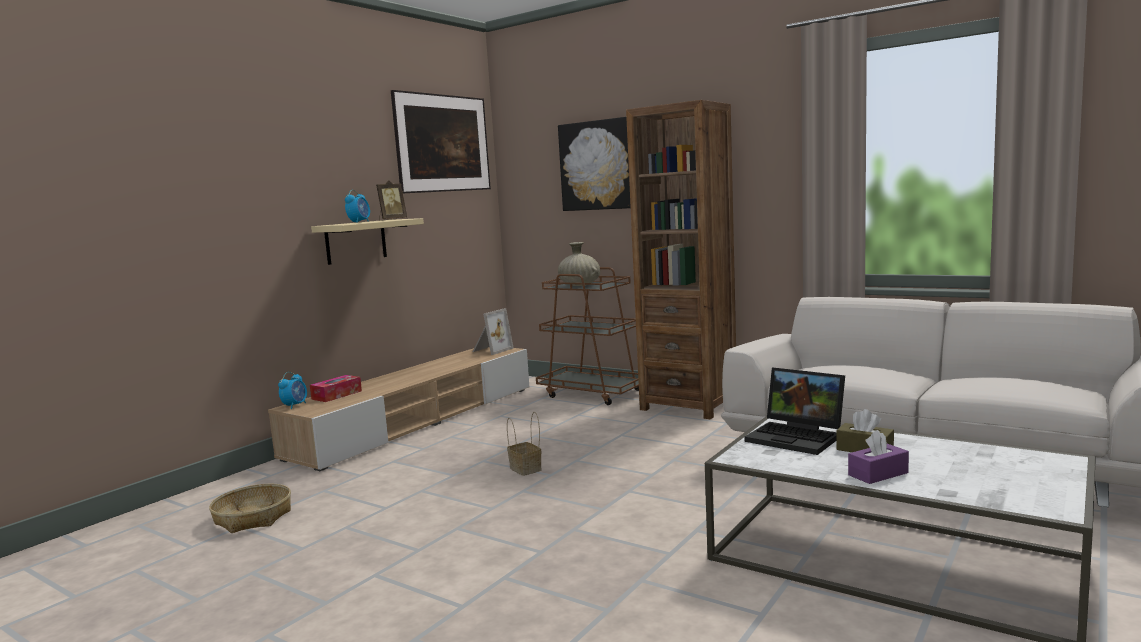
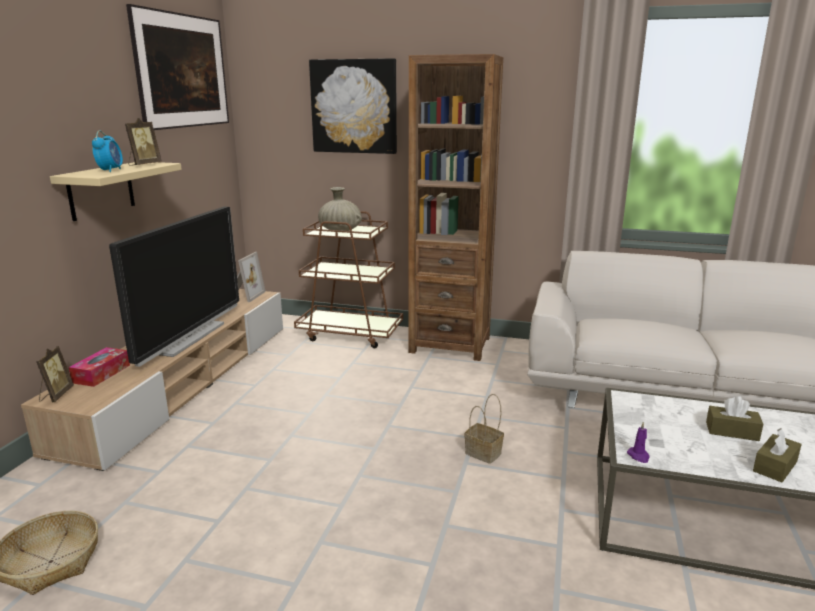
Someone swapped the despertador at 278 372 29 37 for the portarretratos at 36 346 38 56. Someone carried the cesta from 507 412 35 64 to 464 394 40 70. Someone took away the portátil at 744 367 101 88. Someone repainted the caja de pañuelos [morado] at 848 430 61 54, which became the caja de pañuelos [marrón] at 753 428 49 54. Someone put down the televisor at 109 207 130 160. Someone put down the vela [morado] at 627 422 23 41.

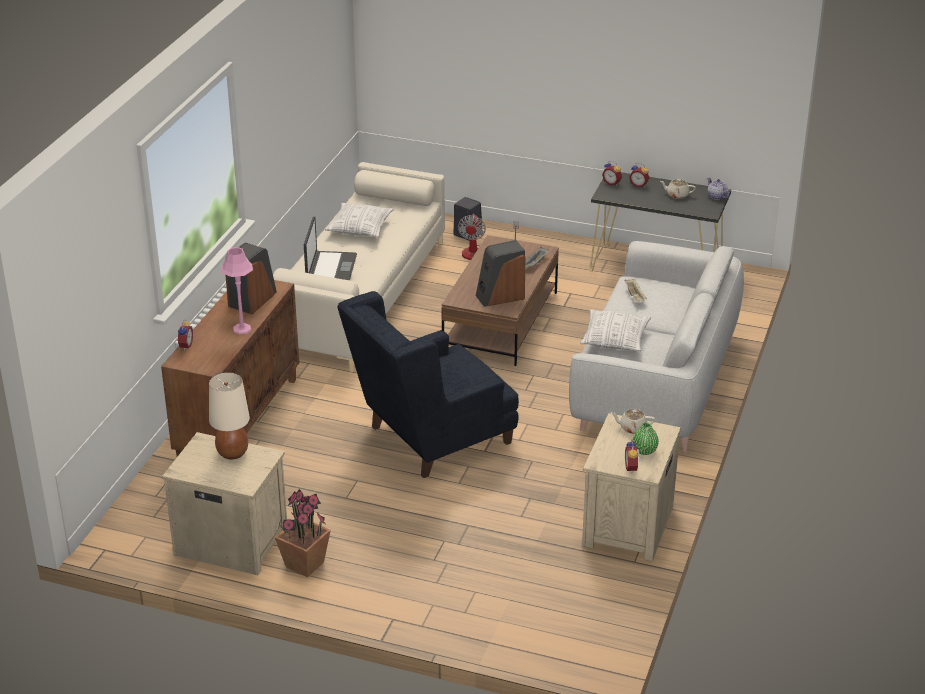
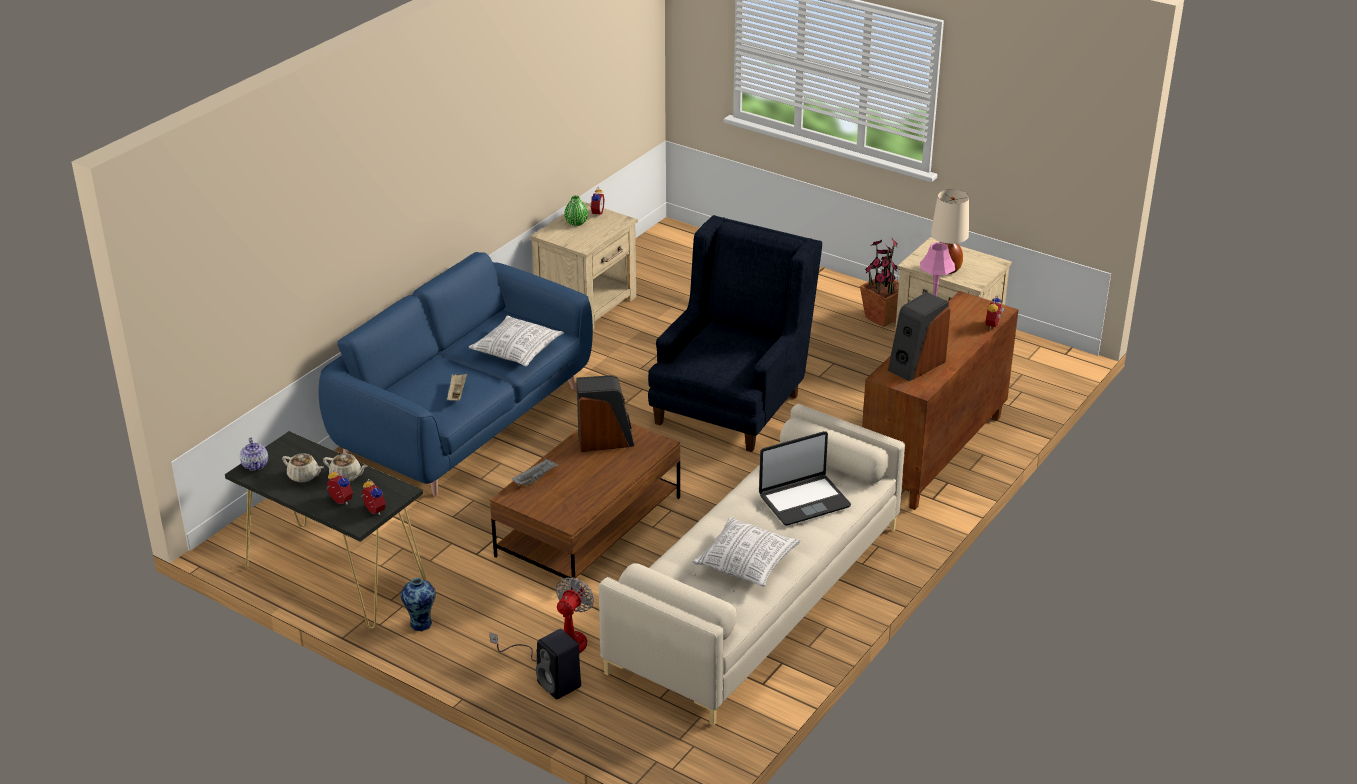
Someone rotated the portátil at 304 217 53 63 by 135 degrees counterclockwise. Someone rotated the sillón [azul] at 338 291 181 187 by 45 degrees counterclockwise. Someone repainted the sofá [gris] at 569 241 175 211, which became the sofá [azul] at 319 252 274 244. Someone carried the tetera [beis] from 611 408 44 26 to 323 454 45 28. Someone put down the florero at 401 578 35 53.

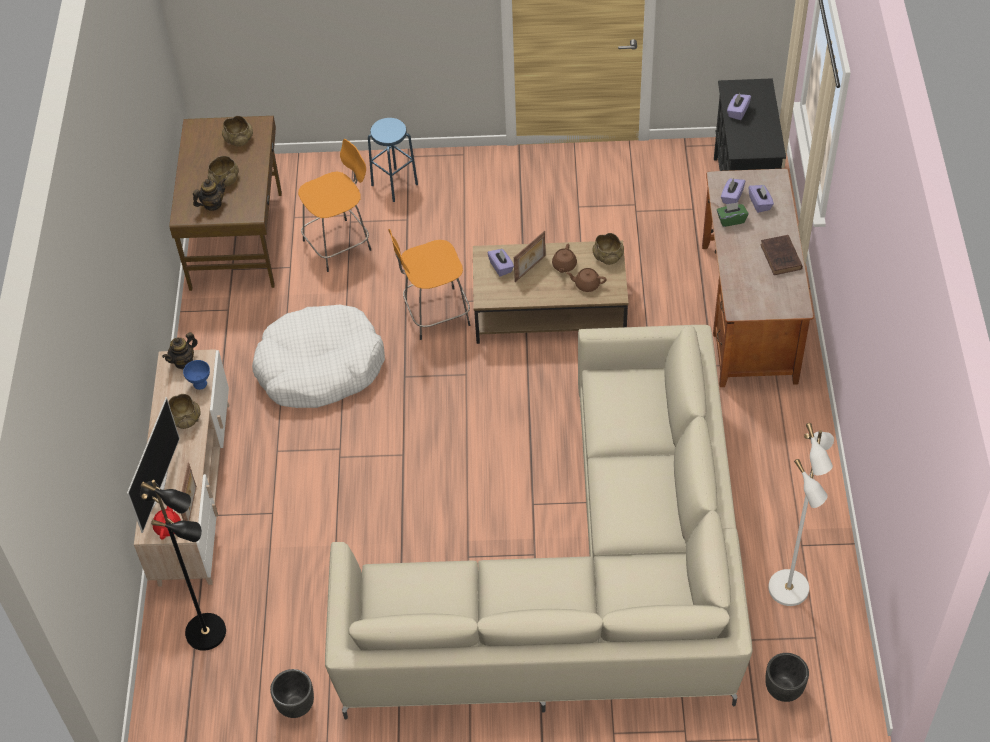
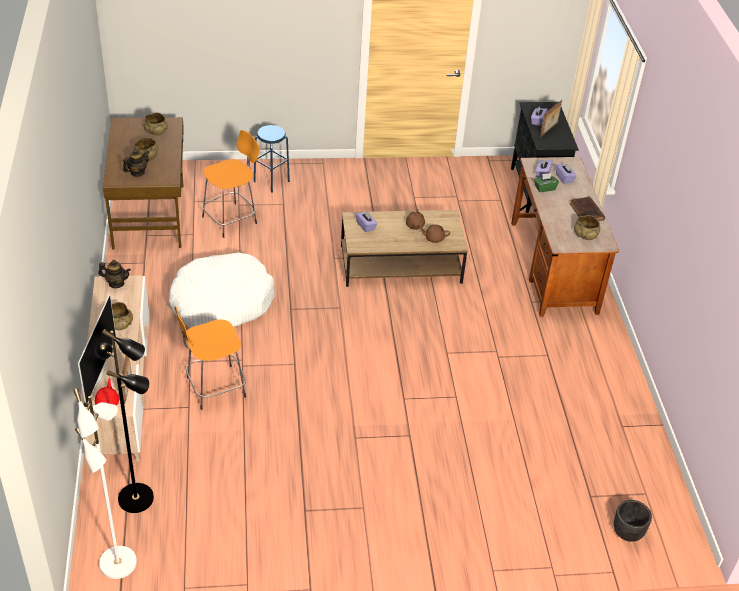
Someone rotated the tetera at 162 332 36 37 by 120 degrees counterclockwise. Someone took away the cuenco [azul] at 183 360 27 30. Someone took away the maceta [negro] at 270 669 44 49. Someone took away the sofá [beis] at 325 325 428 394. Someone carried the taburete [naranja] from 388 229 82 111 to 174 306 72 104. Someone carried the portarretratos from 514 231 32 51 to 540 100 22 37. Someone carried the cuenco [beis] from 592 233 32 32 to 574 215 26 25. Someone carried the lámpara de pie [blanco] from 768 423 66 183 to 73 388 64 191.

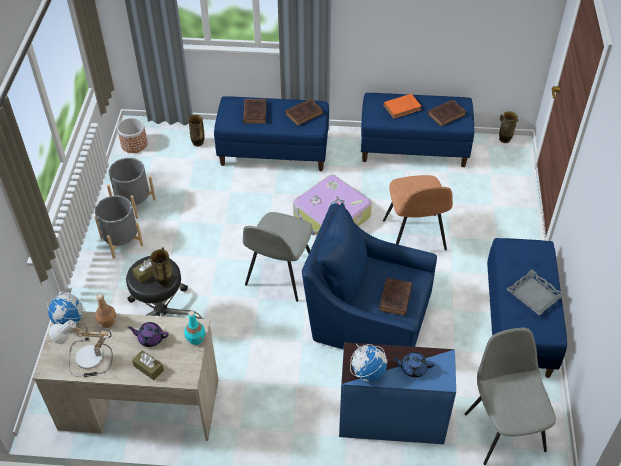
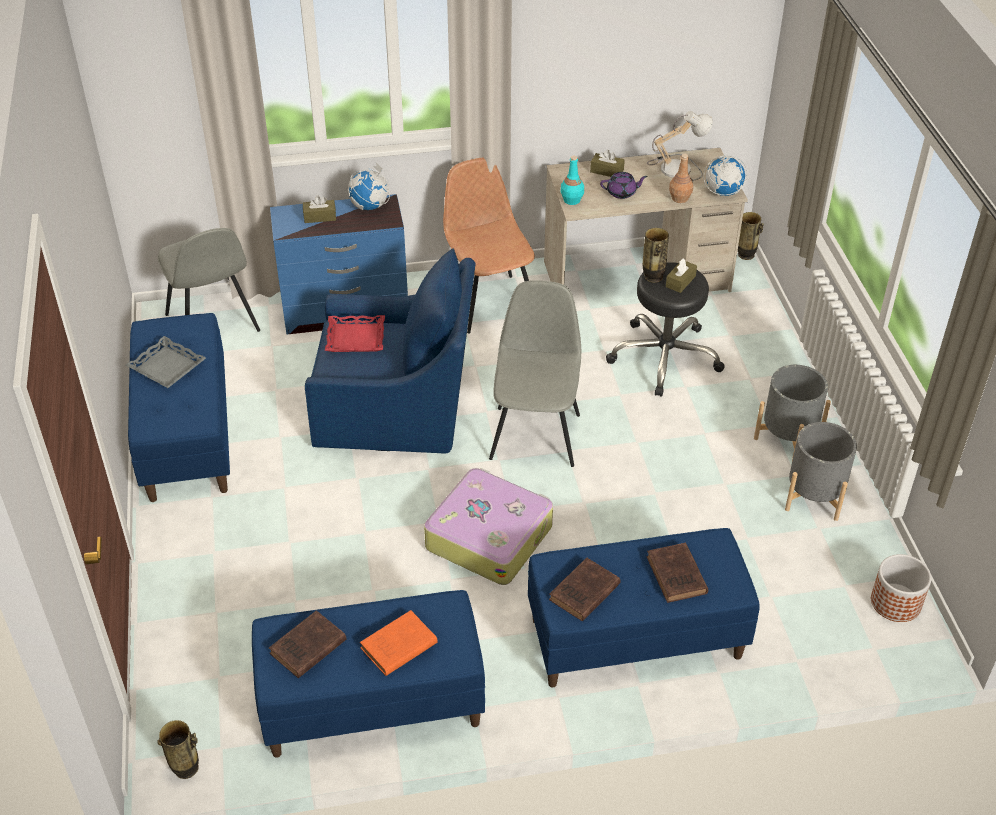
Someone carried the florero from 188 115 16 32 to 738 212 26 48. Someone swapped the libro [marrón] at 379 278 33 38 for the bandeja [rojo] at 325 315 60 37. Someone carried the silla [marrón] from 383 175 70 76 to 443 158 92 176. Someone swapped the tetera [azul] at 393 352 42 26 for the caja de pañuelos [marrón] at 303 195 33 28.

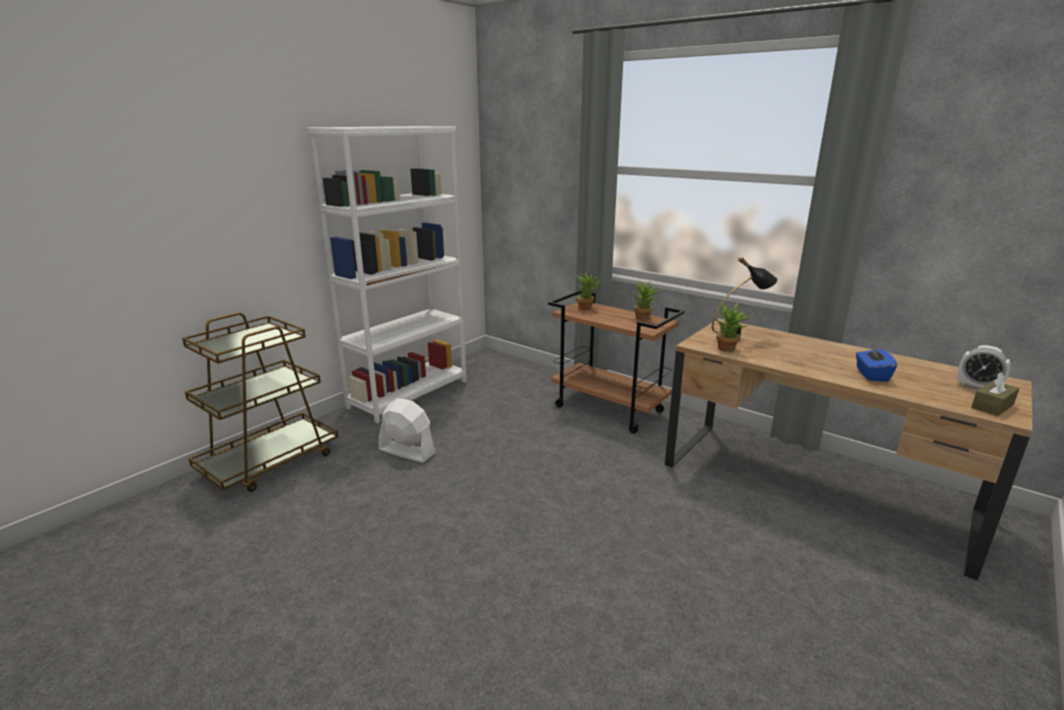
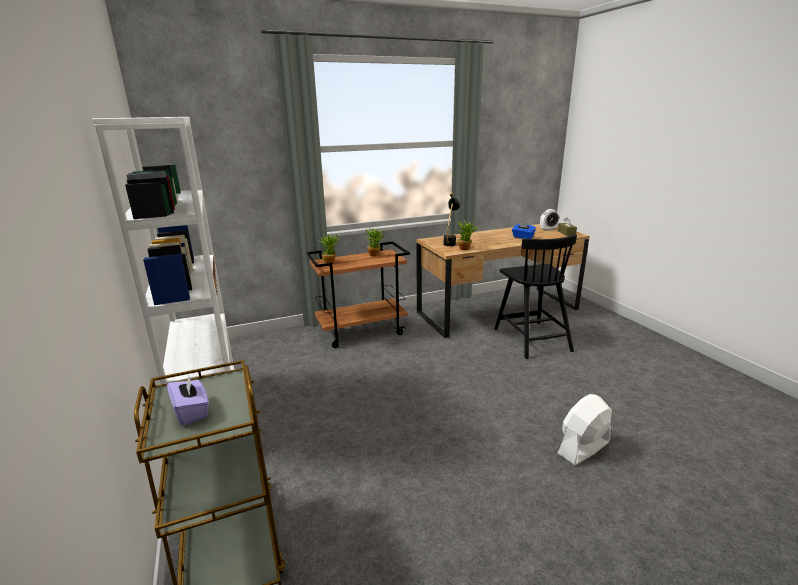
Someone carried the ventilador [blanco] from 378 398 58 64 to 558 394 54 71. Someone put down the caja de pañuelos [morado] at 167 376 42 49. Someone put down the silla [negro] at 494 234 83 125.

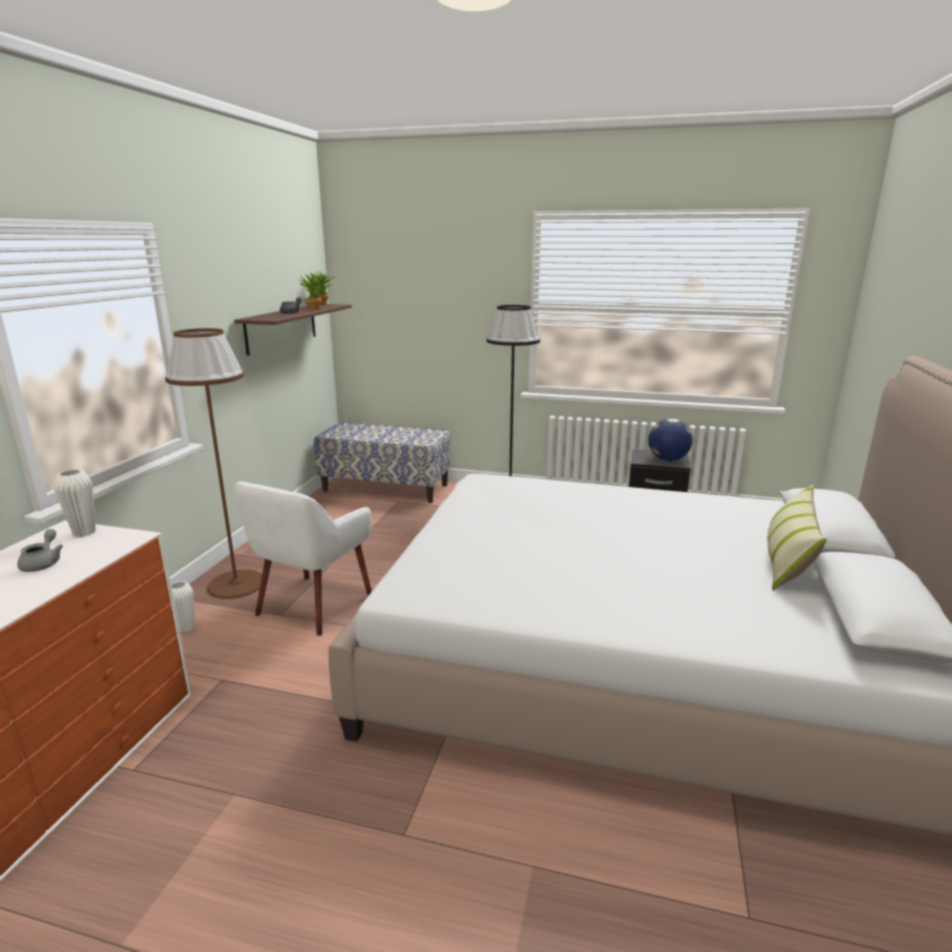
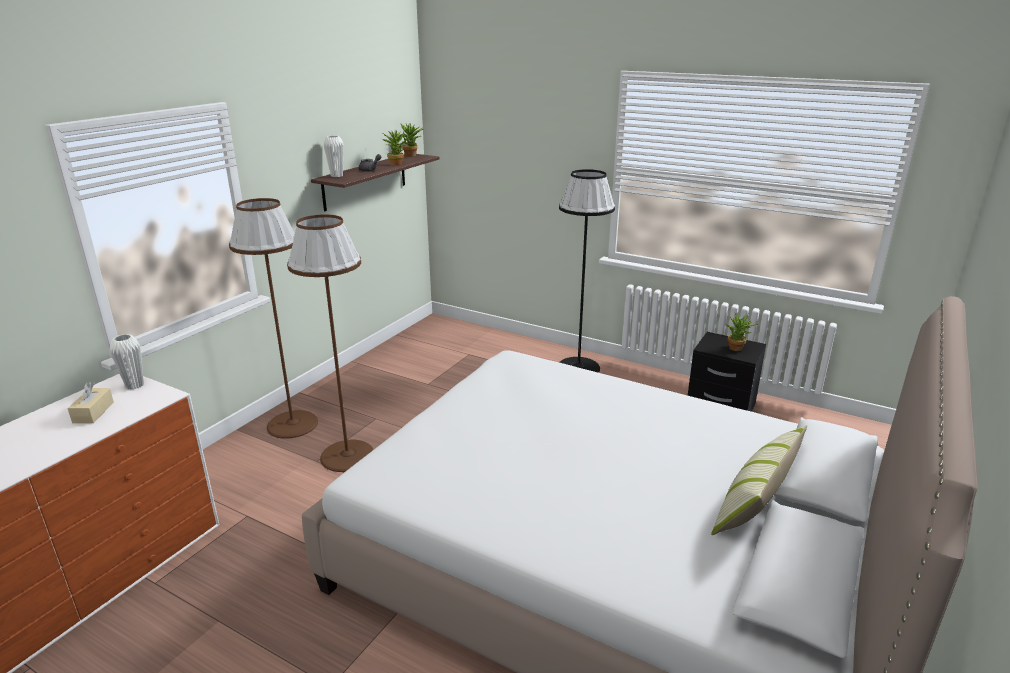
Someone swapped the tetera [gris] at 17 529 46 43 for the caja de pañuelos [beis] at 67 382 47 41. Someone carried the florero [blanco] from 171 581 24 52 to 324 136 20 41. Someone swapped the sillón [blanco] at 235 481 137 155 for the lámpara de pie [marrón] at 287 214 87 258. Someone took away the banco at 314 422 137 81. Someone swapped the globo terráqueo at 648 419 45 42 for the planta en maceta at 726 311 32 40.

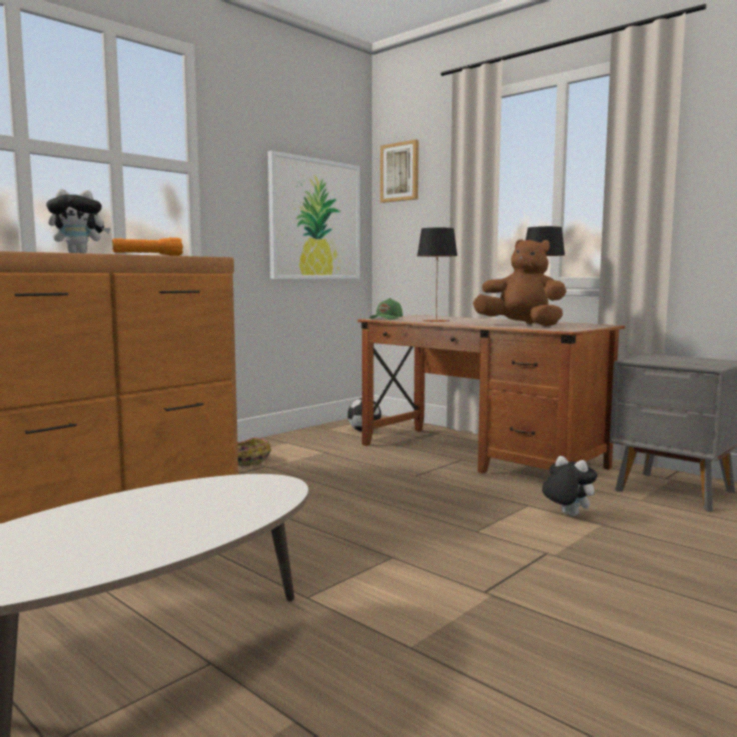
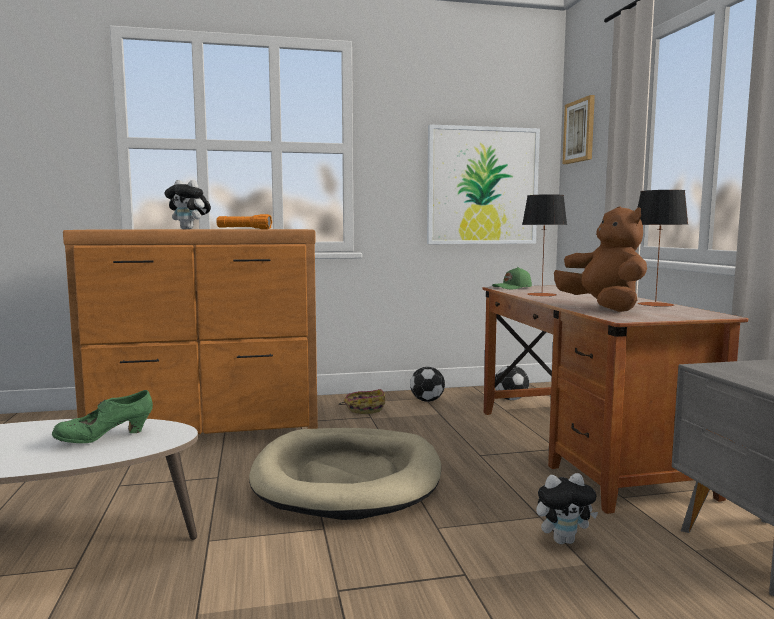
Someone rotated the peluche at 542 456 55 60 by 90 degrees clockwise. Someone put down the zapato [verde] at 52 390 101 53. Someone put down the cama para perro [beis] at 249 428 192 92. Someone put down the balón de fútbol at 410 367 35 35.

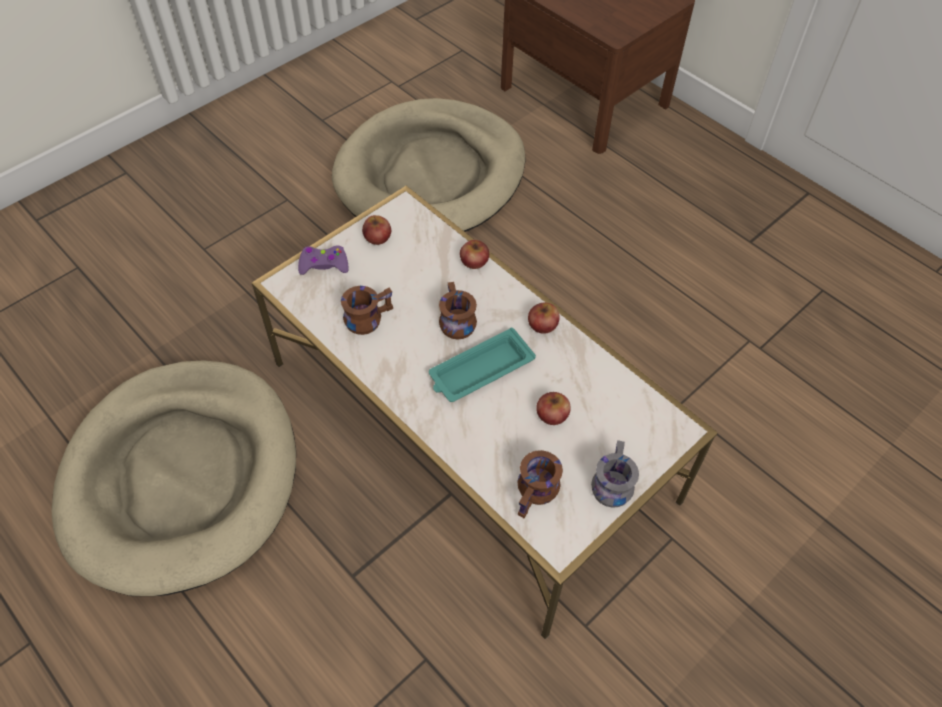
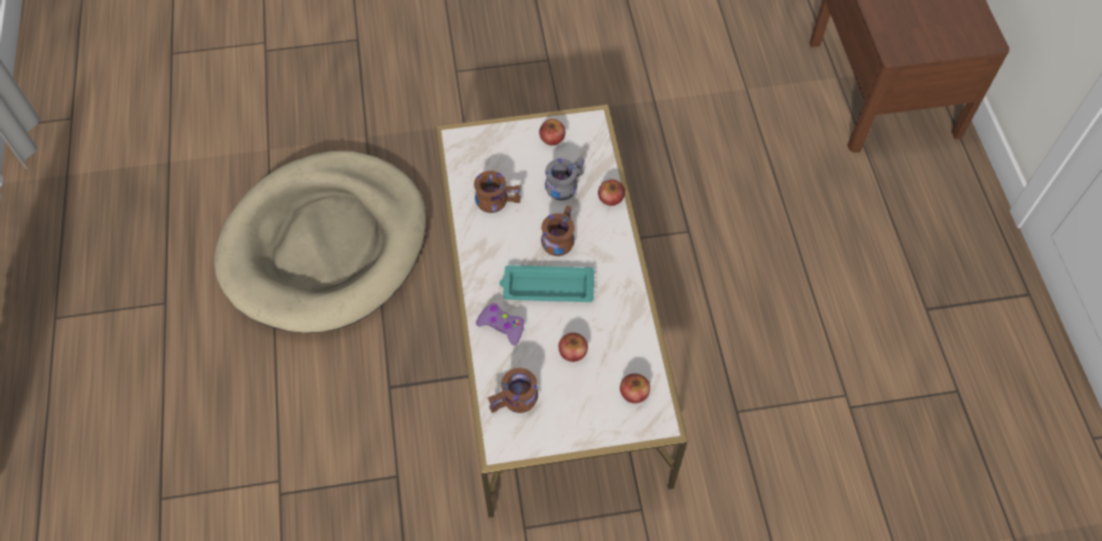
Someone carried the mando de consola [morado] from 298 246 51 29 to 476 303 48 43. Someone took away the cama para perro [beis] at 332 98 194 134. Someone carried the manzana from 528 303 32 31 to 620 373 30 30. Someone carried the taza grande [gris] from 591 440 48 68 to 545 156 40 45.

